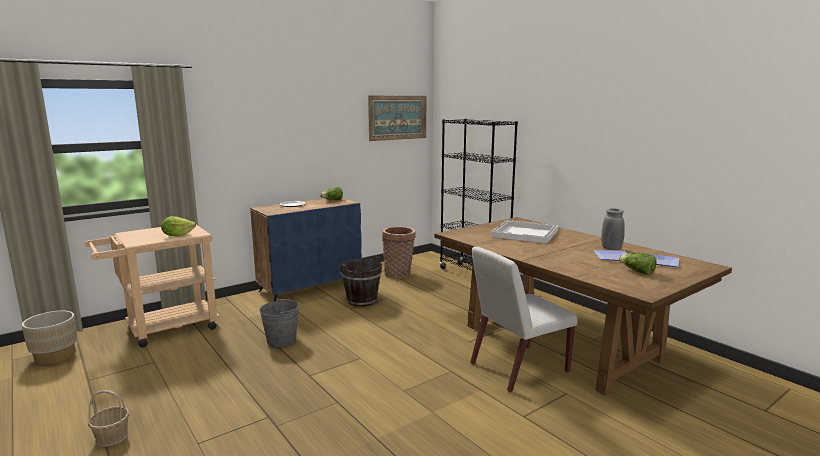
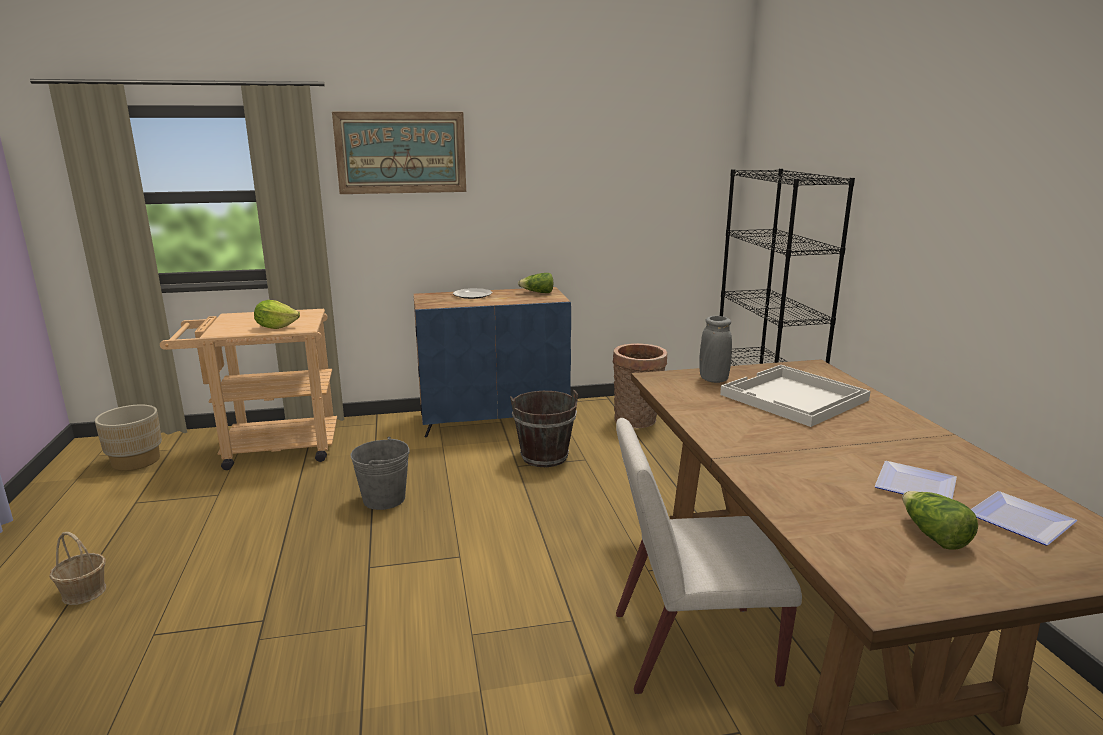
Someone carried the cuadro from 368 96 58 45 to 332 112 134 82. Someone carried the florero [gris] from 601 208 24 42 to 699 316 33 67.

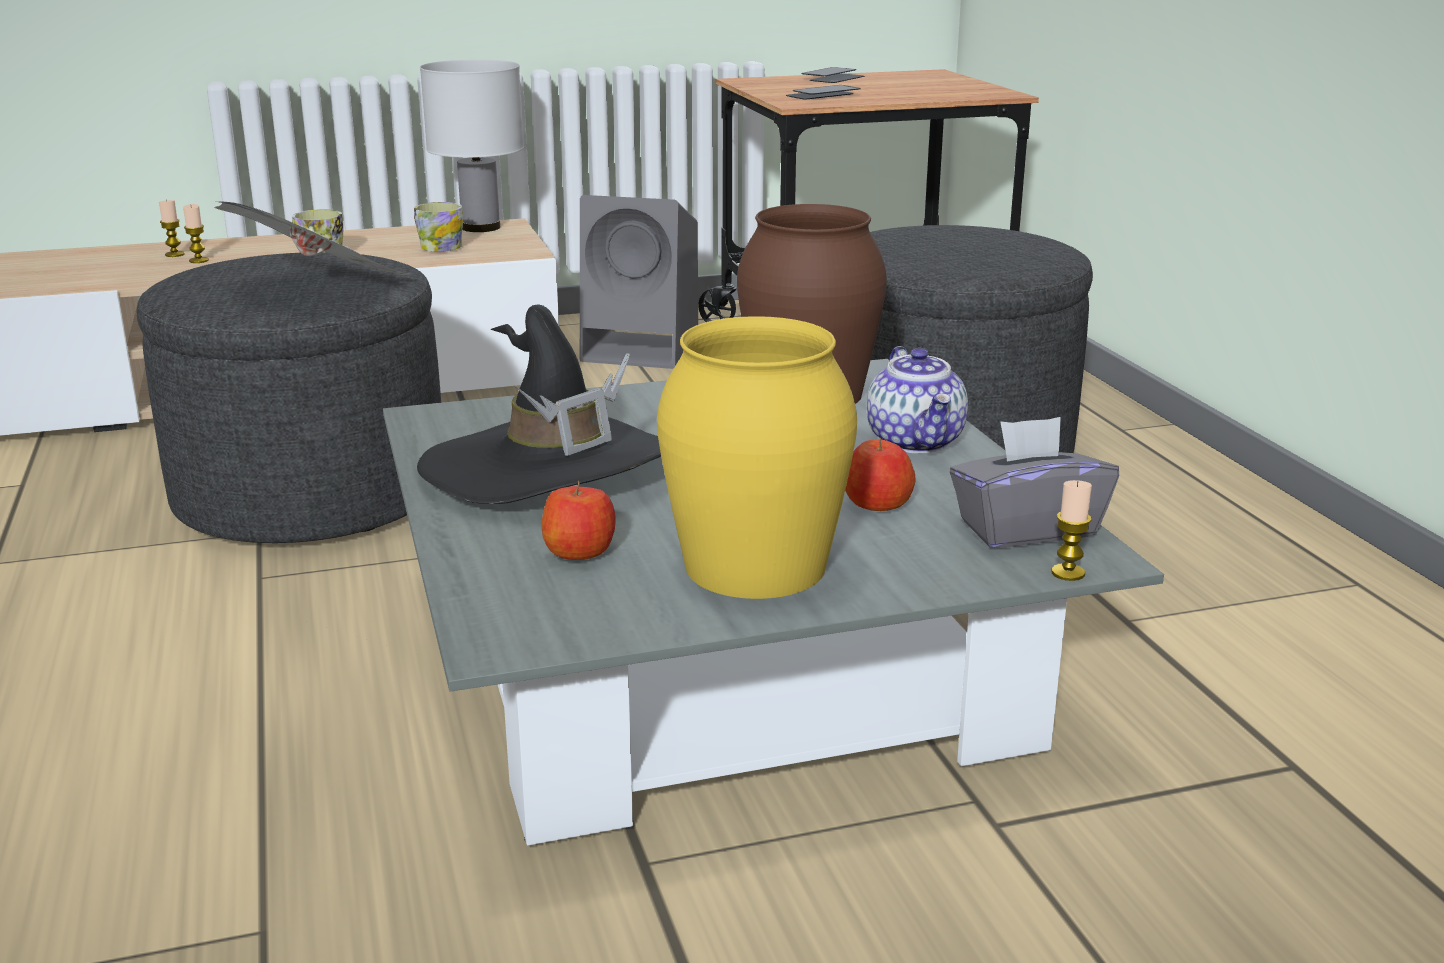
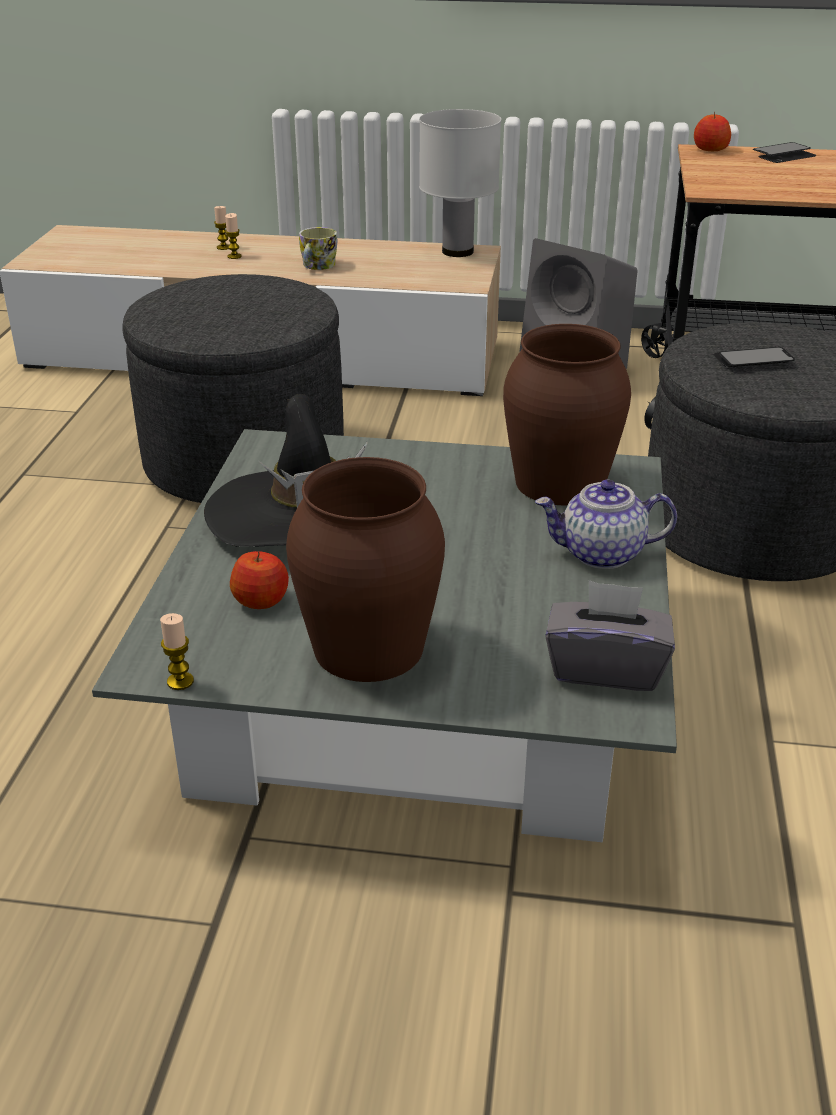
Someone took away the periódico at 215 202 196 73. Someone took away the taza grande at 414 202 49 50. Someone repainted the florero [amarillo] at 657 316 200 283, which became the florero [marrón] at 286 457 159 225. Someone carried the móvil from 786 85 75 14 to 713 347 82 20. Someone carried the manzana from 845 438 71 73 to 694 112 37 39. Someone rotated the tetera at 867 346 101 107 by 75 degrees clockwise. Someone carried the vela from 1051 480 41 101 to 160 613 34 77.

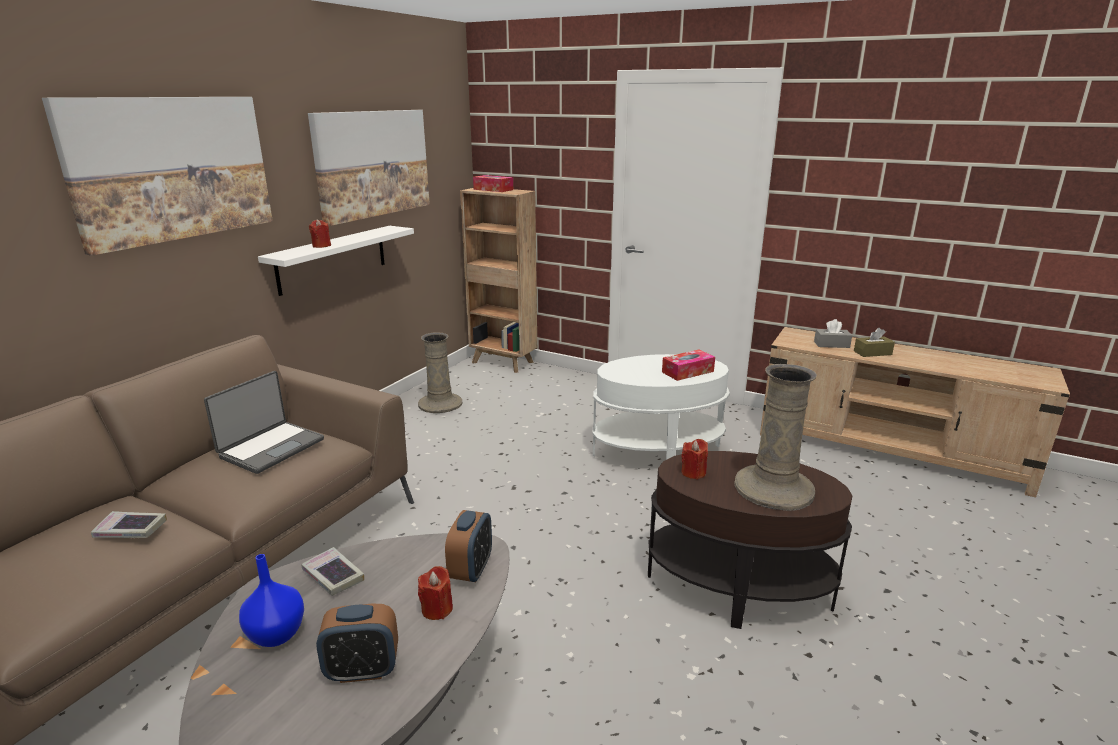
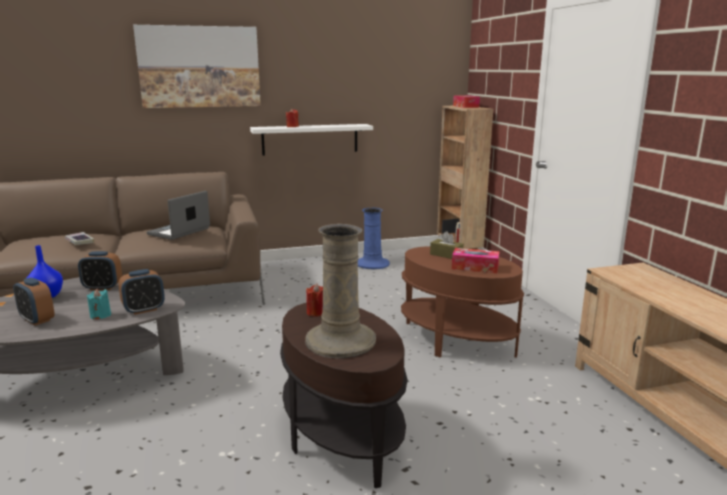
Someone rotated the portátil at 204 371 120 103 by 135 degrees clockwise. Someone swapped the libro at 301 547 63 49 for the despertador at 78 251 44 39. Someone took away the cuadro at 308 110 122 116. Someone repainted the florero [beis] at 418 332 45 81, which became the florero [azul] at 358 207 32 62. Someone repainted the vela [rojo] at 418 566 35 54, which became the vela [turquesa] at 87 289 24 31. Someone repainted the mesa auxiliar [blanco] at 592 354 138 106, which became the mesa auxiliar [marrón] at 401 246 123 112. Someone took away the caja de pañuelos [gris] at 814 319 38 29. Someone carried the caja de pañuelos [marrón] from 854 328 41 29 to 430 231 34 28.

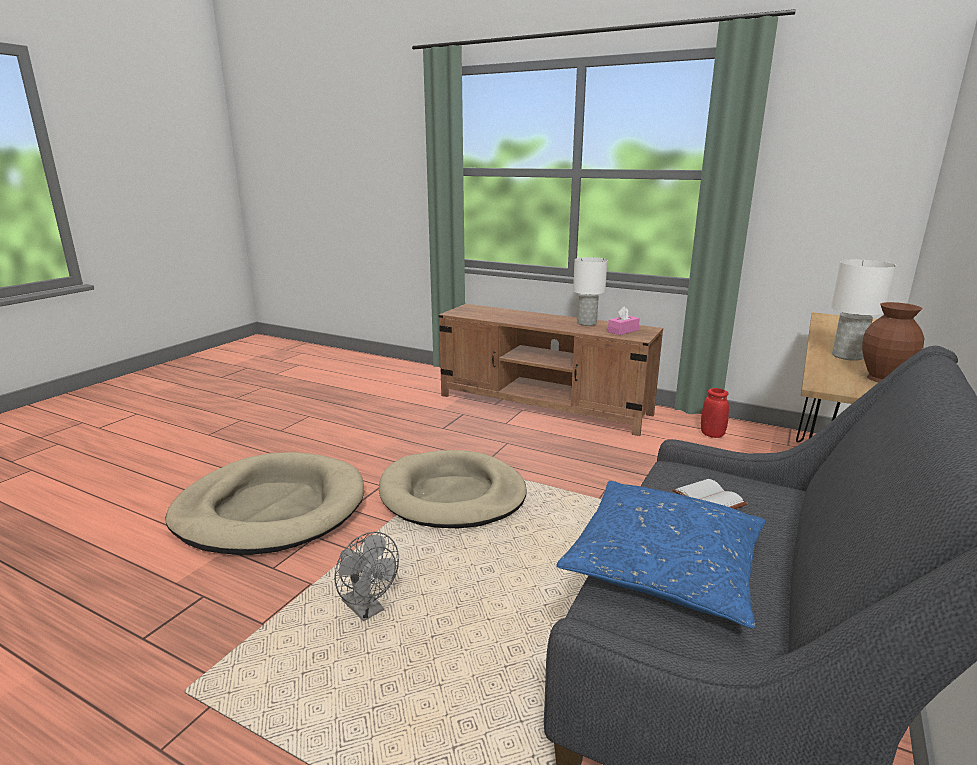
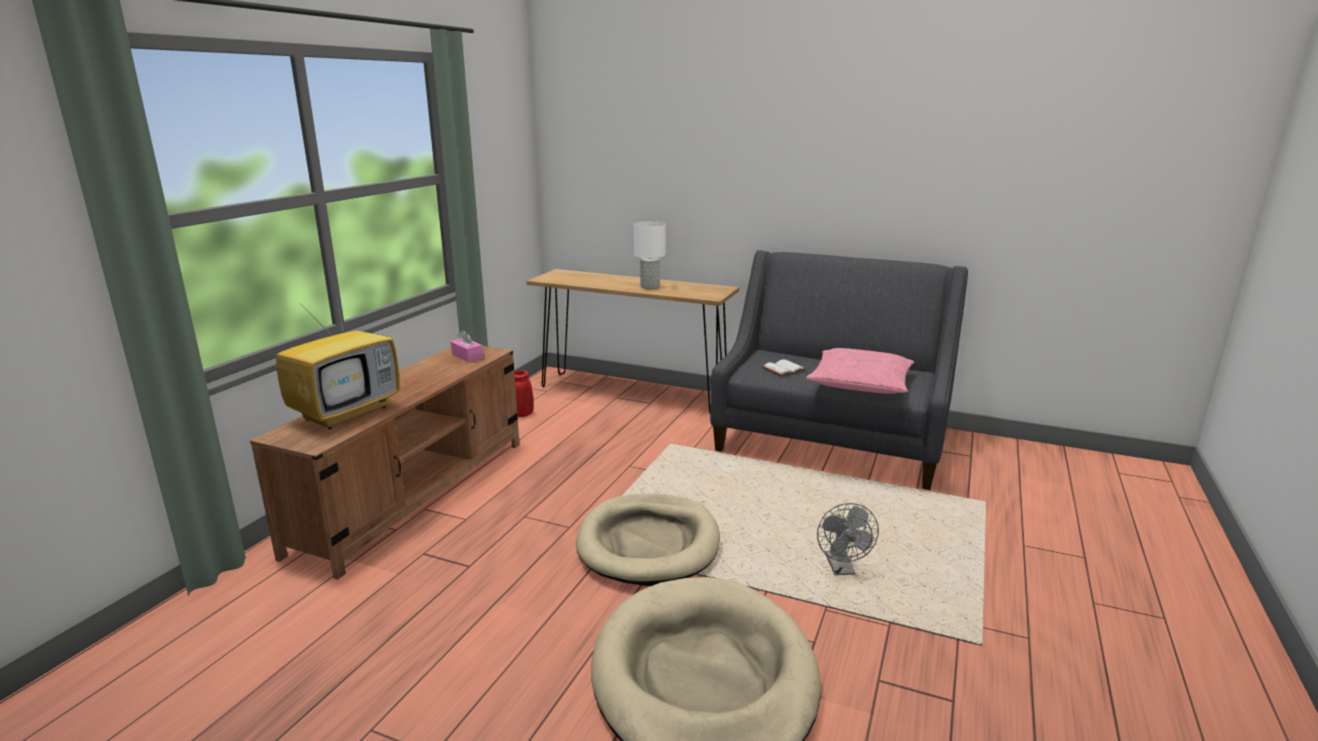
Someone rotated the ventilador [gris] at 334 532 65 89 by 135 degrees clockwise. Someone repainted the cojín [azul] at 557 481 209 147, which became the cojín [rosa] at 806 348 108 46. Someone took away the lámpara de mesa [blanco] at 573 257 34 69. Someone took away the florero [marrón] at 862 302 62 81. Someone put down the televisor at 276 284 124 146.

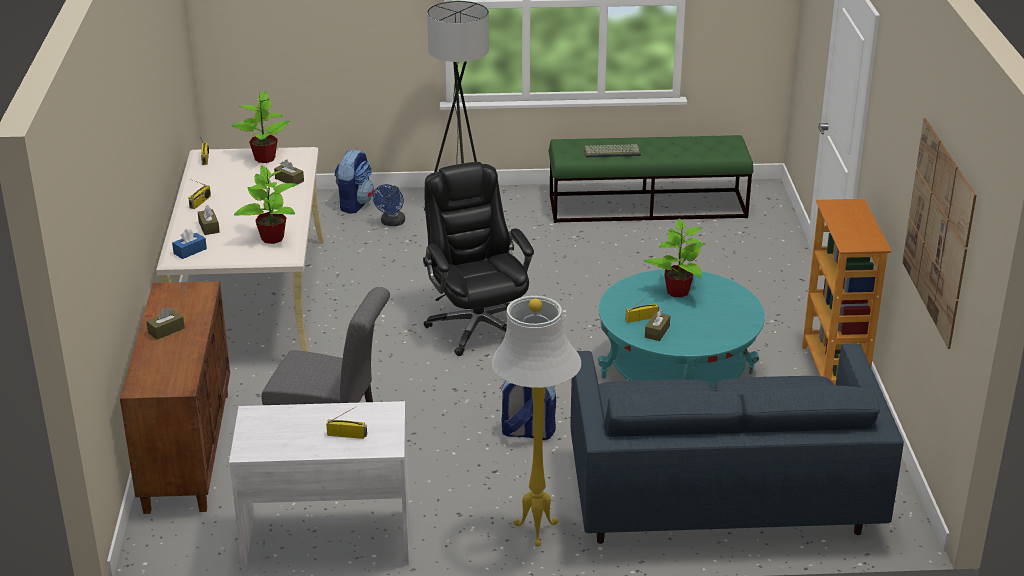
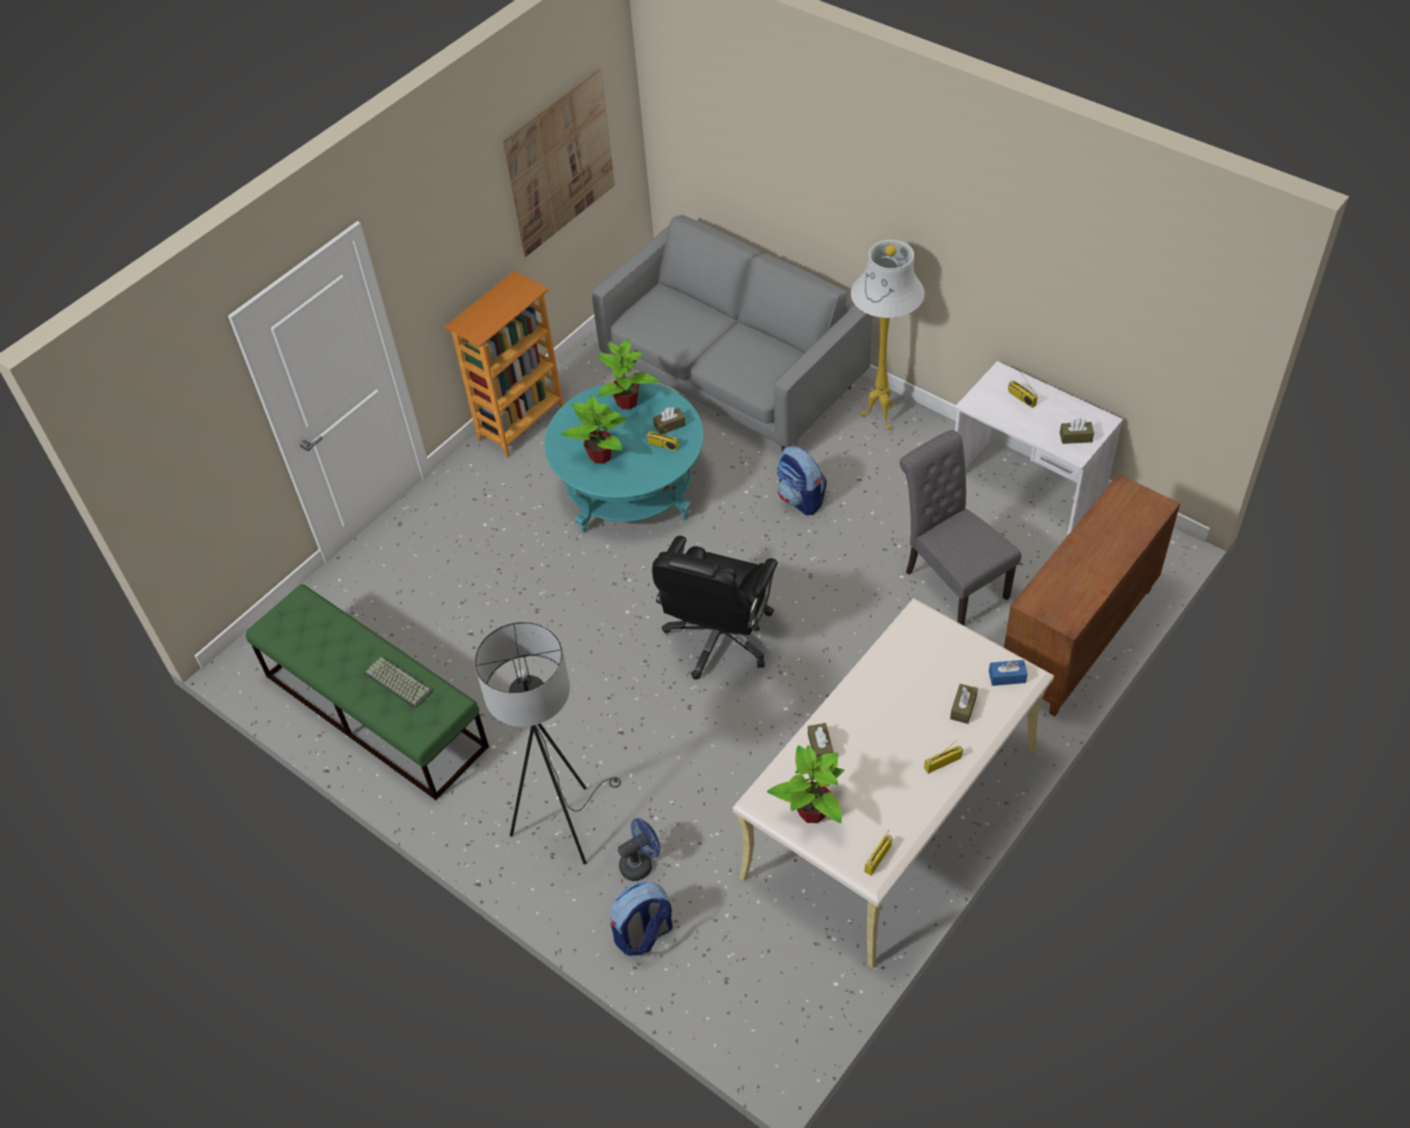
Someone carried the caja de pañuelos [marrón] from 146 307 39 33 to 1060 418 34 26. Someone carried the planta en maceta from 234 165 64 79 to 597 339 62 70. Someone repainted the sofá [azul] at 571 343 333 201, which became the sofá [gris] at 592 215 281 236.

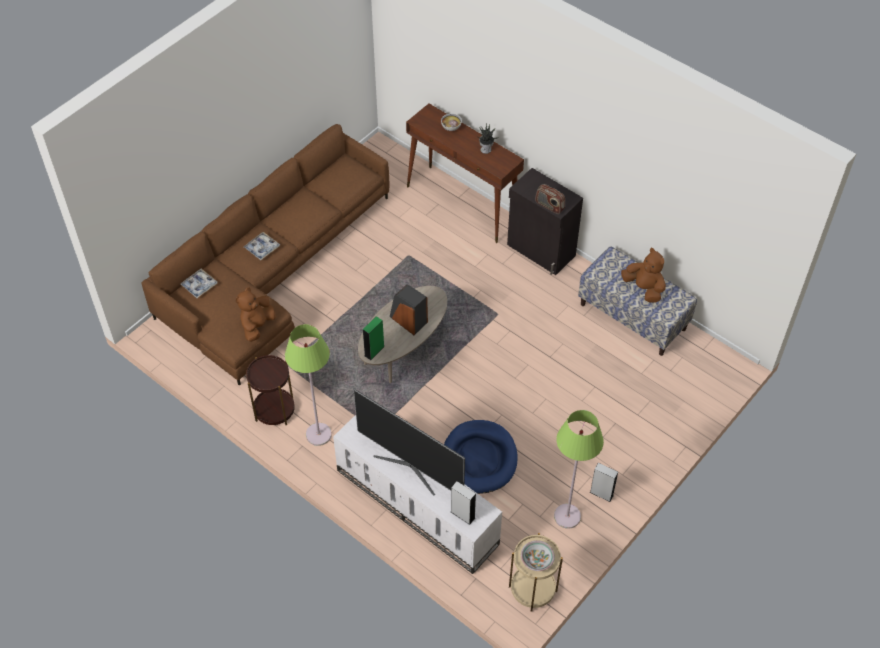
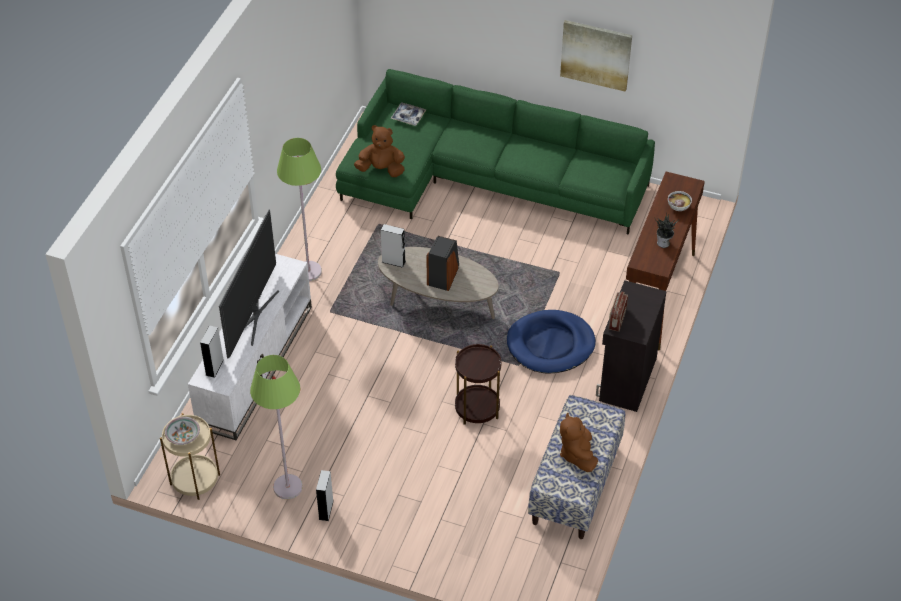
Someone repainted the sofá [marrón] at 141 124 248 262, which became the sofá [verde] at 336 69 319 166. Someone took away the bandeja at 244 232 36 28. Someone carried the mesa auxiliar [marrón] from 246 355 49 70 to 455 344 46 81. Someone repainted the altavoz [verde] at 363 316 21 44, which became the altavoz [gris] at 381 224 25 44. Someone carried the cama para perro [azul] from 444 420 74 74 to 507 310 89 63. Someone rotated the peluche [marrón] at 621 248 45 55 by 150 degrees clockwise. Someone put up the cuadro at 560 20 72 72.

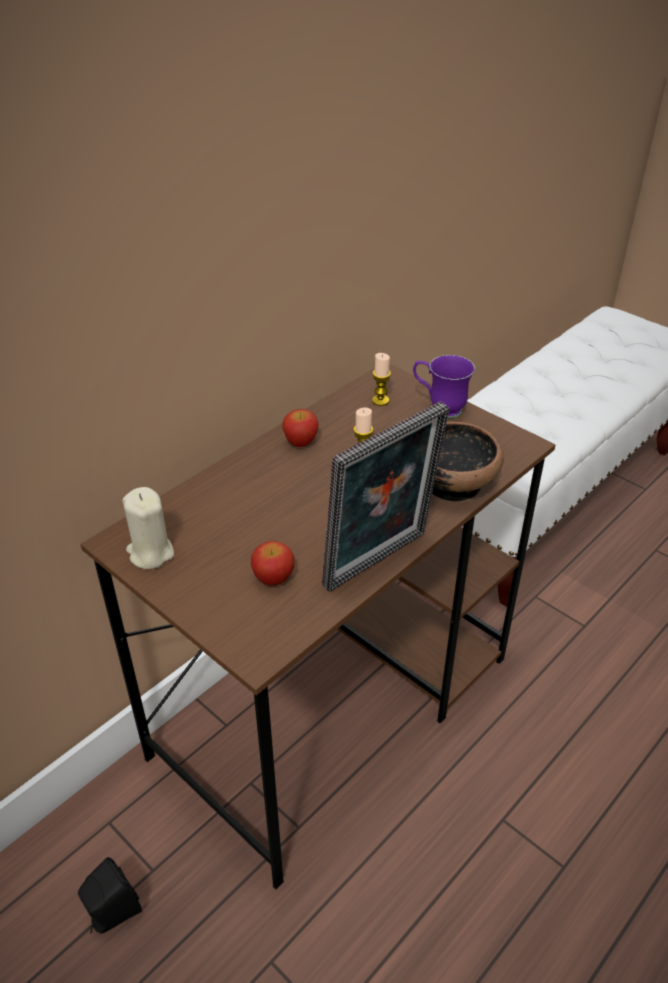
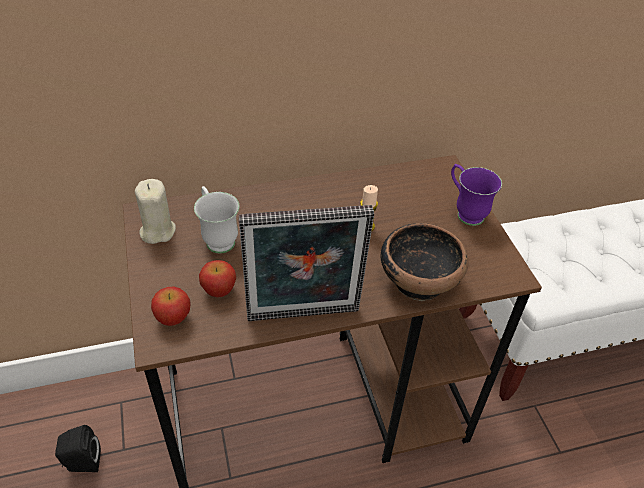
Someone carried the manzana from 282 409 37 38 to 151 287 39 39. Someone took away the vela at 372 353 19 53. Someone put down the taza grande [blanco] at 194 186 46 67.

